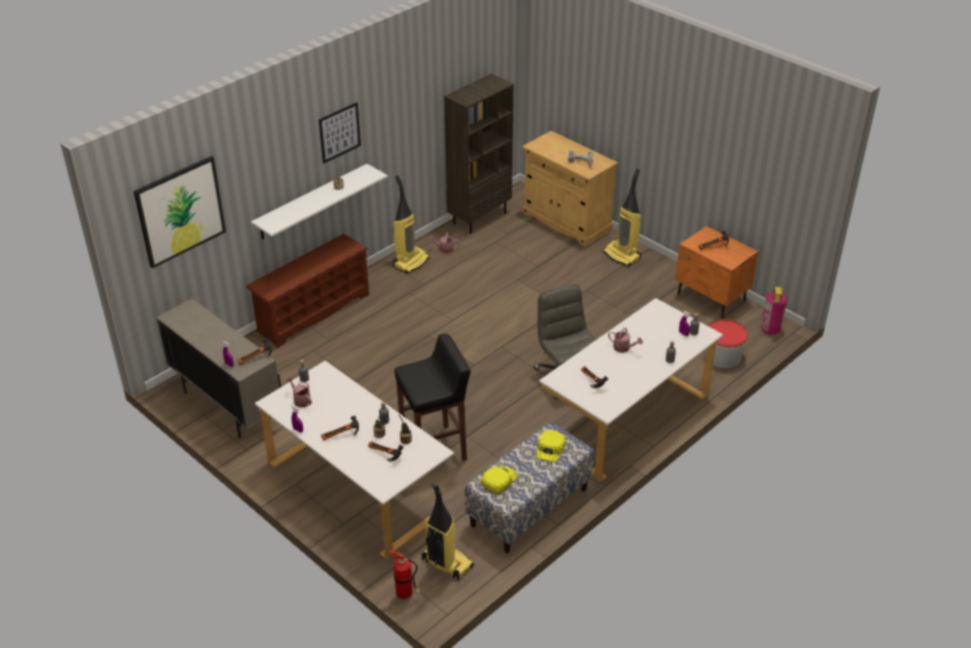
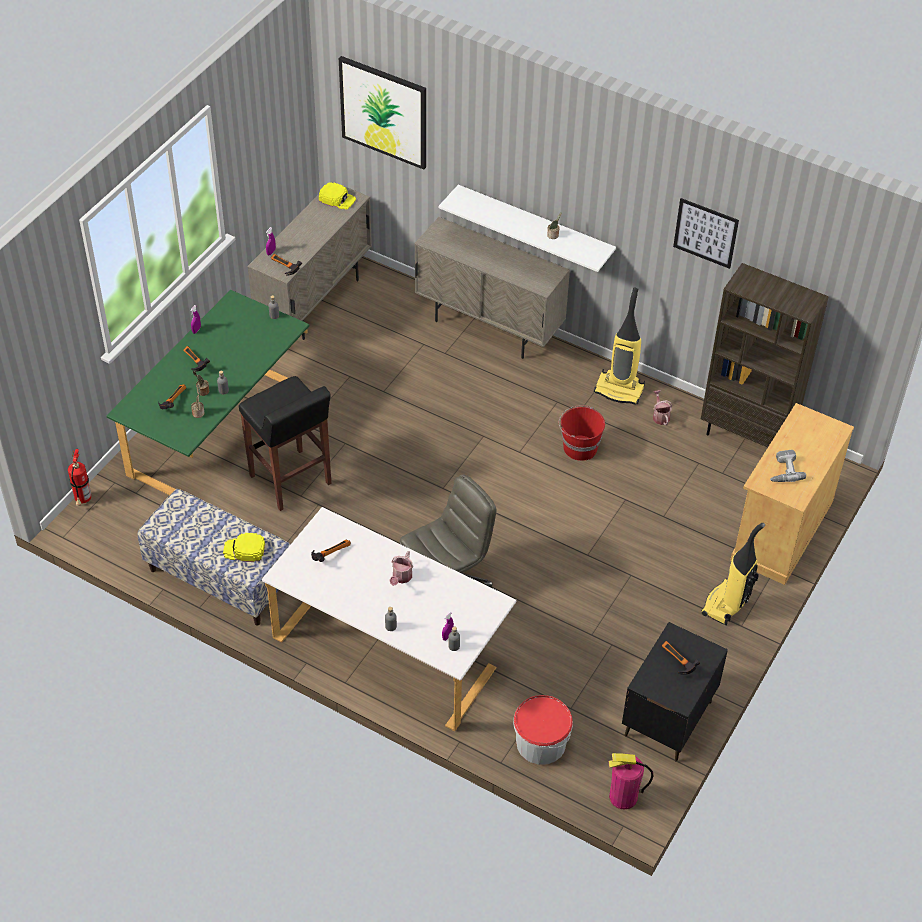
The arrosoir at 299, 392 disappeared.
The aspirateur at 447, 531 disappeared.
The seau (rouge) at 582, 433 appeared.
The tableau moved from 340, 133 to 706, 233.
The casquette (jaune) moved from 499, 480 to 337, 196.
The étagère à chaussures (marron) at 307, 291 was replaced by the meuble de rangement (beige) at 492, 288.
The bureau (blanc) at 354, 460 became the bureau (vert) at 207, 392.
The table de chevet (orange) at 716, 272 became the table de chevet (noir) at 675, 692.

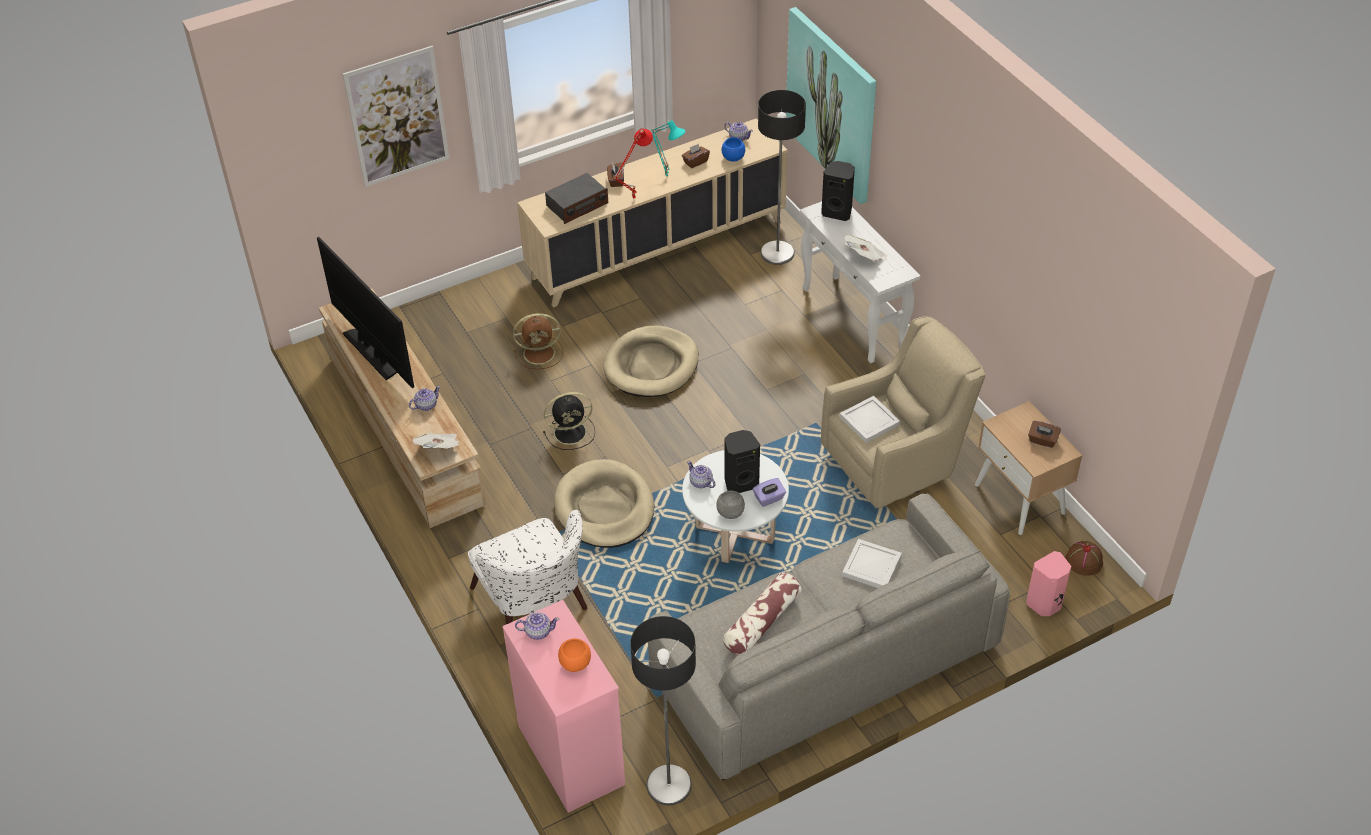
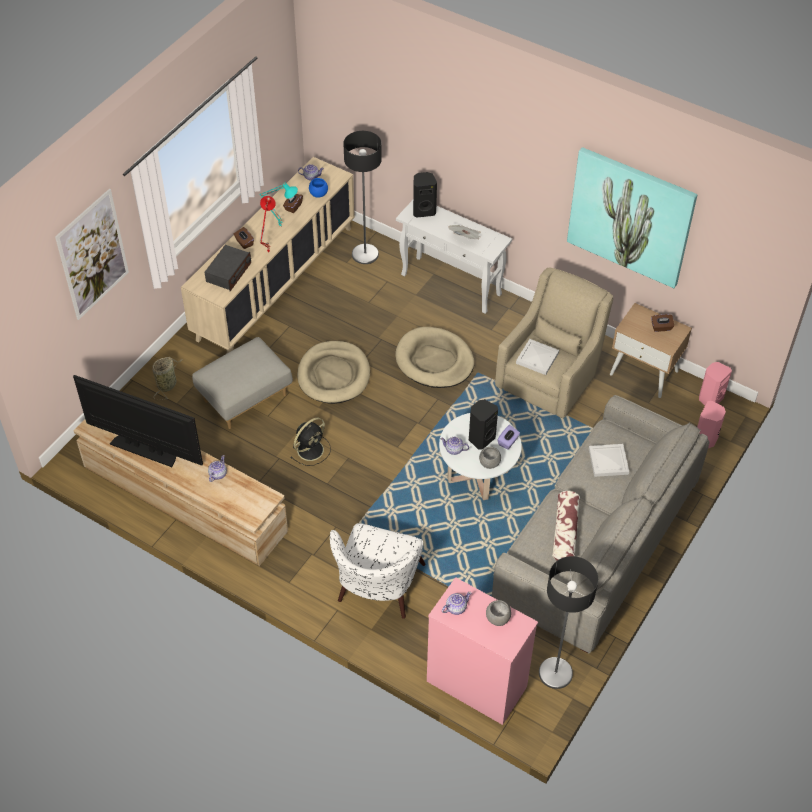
The journal at 436, 441 disappeared.
The panier at 167, 378 appeared.
The panier pour chien (beige) moved from 604, 503 to 434, 357.
The tableau moved from 831, 105 to 632, 217.
The ventilateur (marron) at 538, 341 was replaced by the pouf (gris) at 242, 383.
The chapeau (marron) at 1084, 558 was replaced by the enceinte (rose) at 715, 383.
The bol (orange) at 574, 655 became the bol (gris) at 498, 613.
The fauteuil (blanc) at 528, 567 turned 75 degrees clockwise.

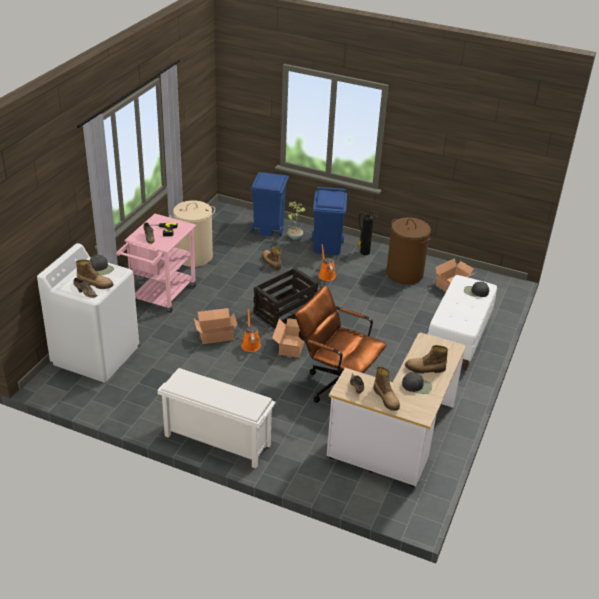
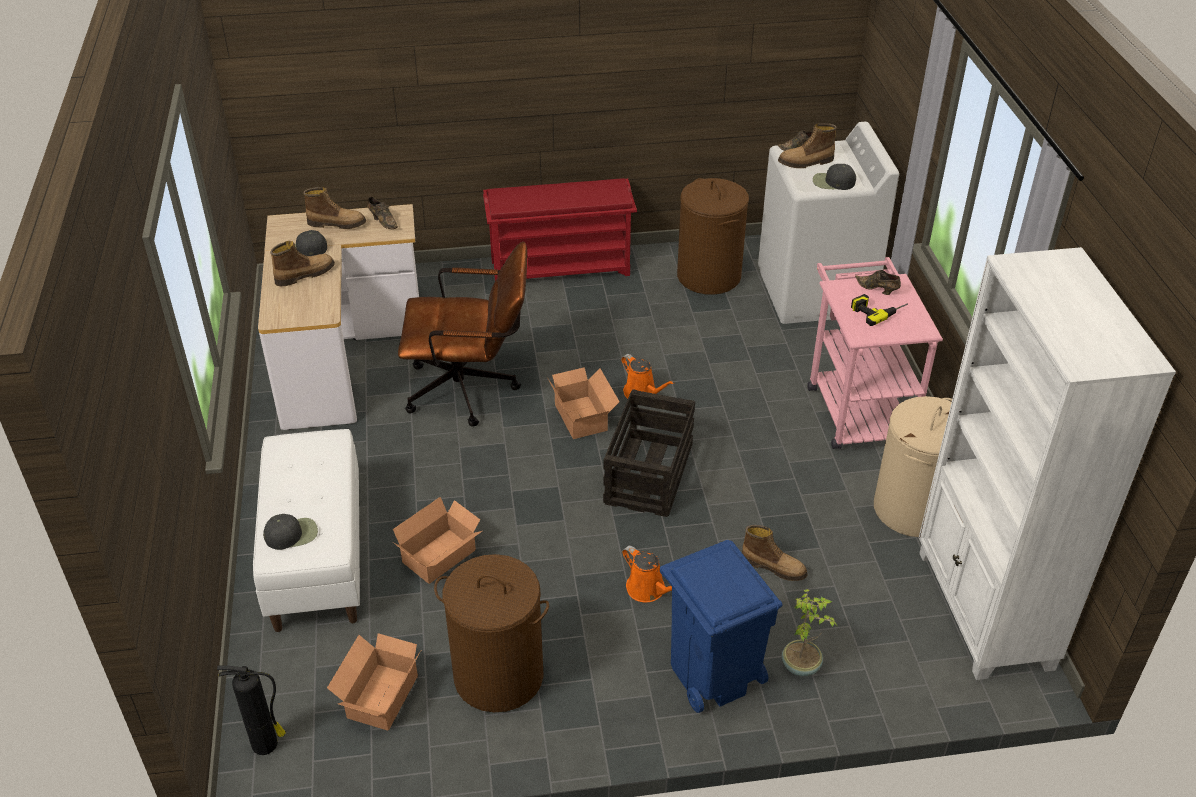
The poubelle (bleu) at 270, 204 disappeared.
The panier à linge (marron) at 713, 236 appeared.
The bibliothèque (blanc) at 1047, 463 appeared.
The carton moved from 216, 326 to 437, 540.
The extincteur moved from 368, 233 to 251, 710.
The étagère à chaussures (blanc) at 216, 418 became the étagère à chaussures (rouge) at 560, 229.
The botte at 386, 388 turned 150 degrees clockwise.

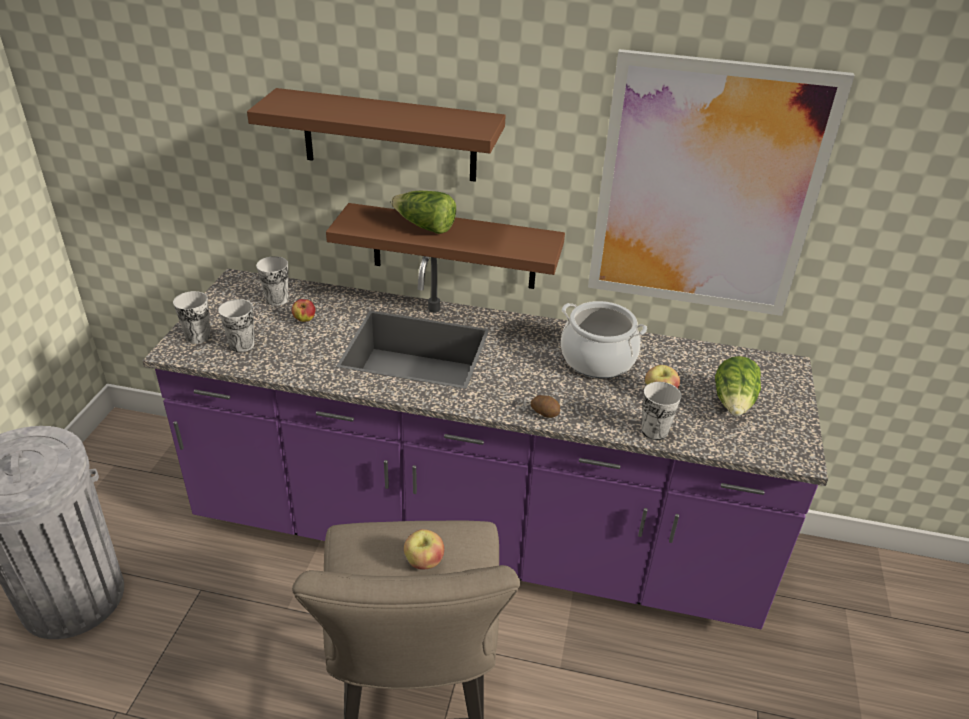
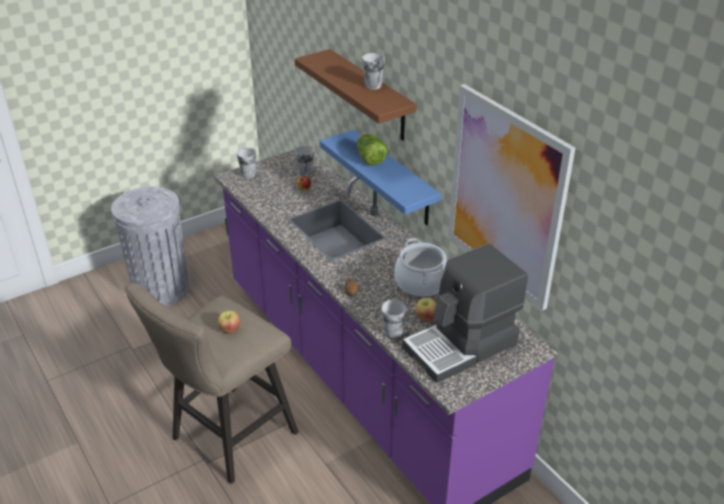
The tasse moved from 236, 325 to 373, 71.
The laitue at 738, 386 was replaced by the machine à café at 465, 313.
The étagère (marron) at 445, 246 became the étagère (bleu) at 380, 177.

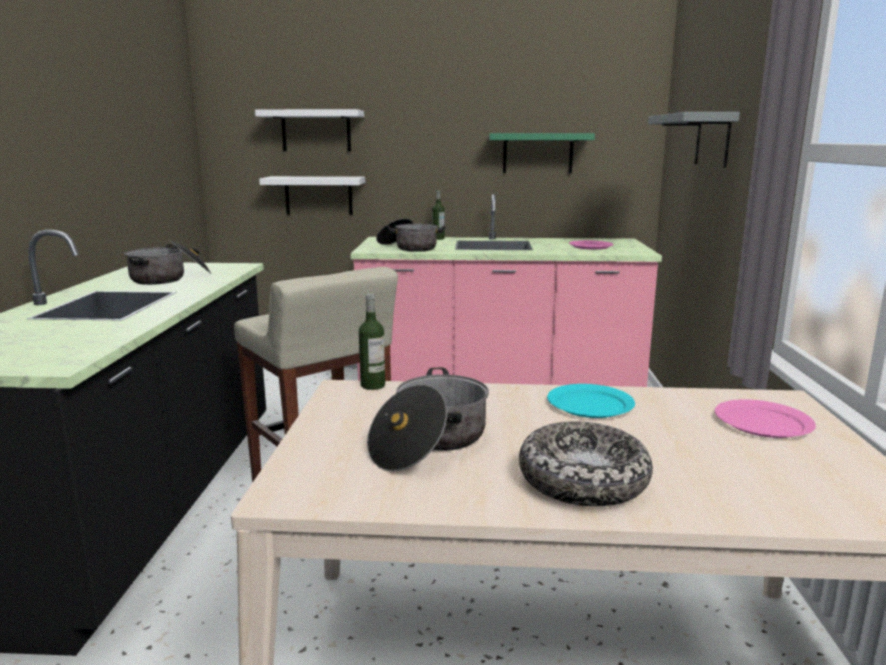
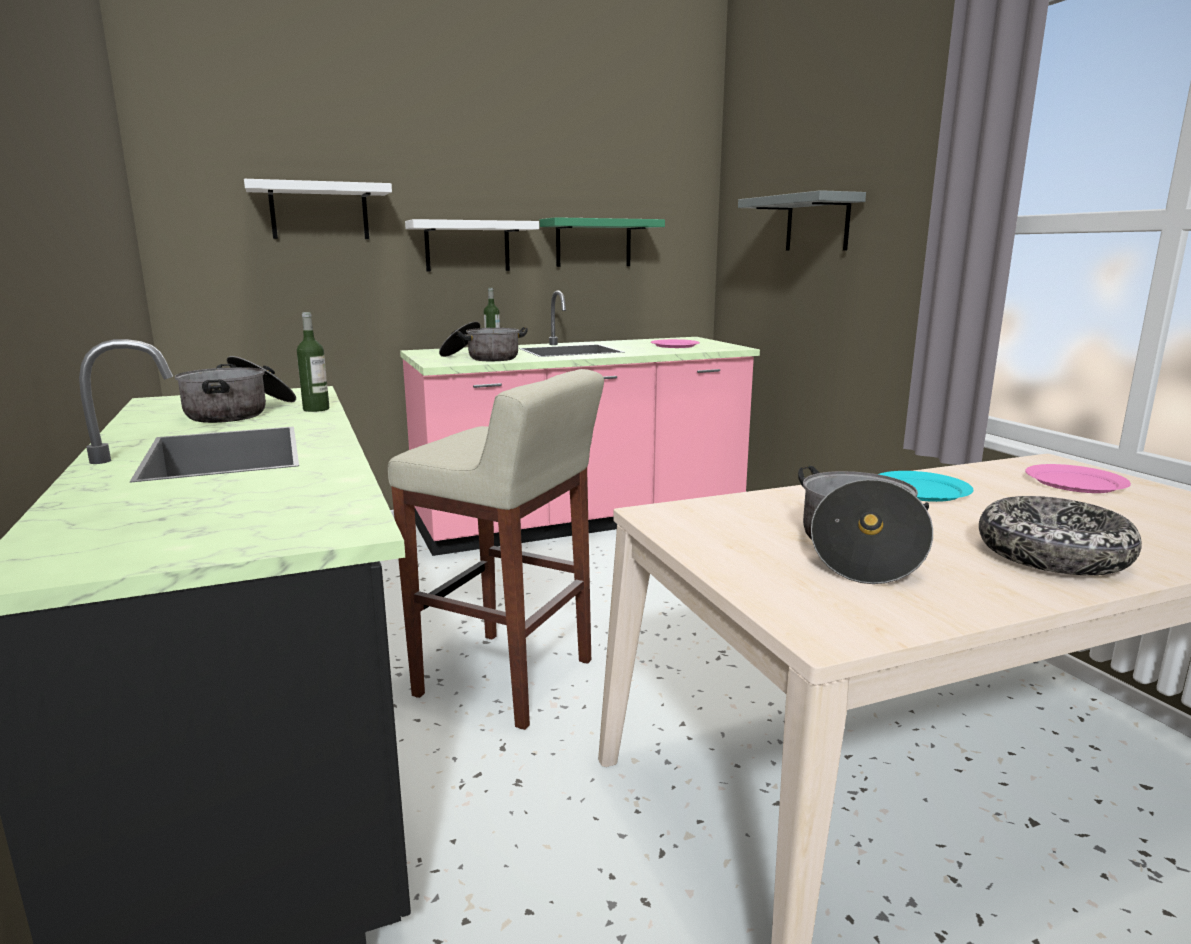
The étagère (blanc) moved from 312, 195 to 472, 245.
The bouteille moved from 372, 342 to 313, 362.

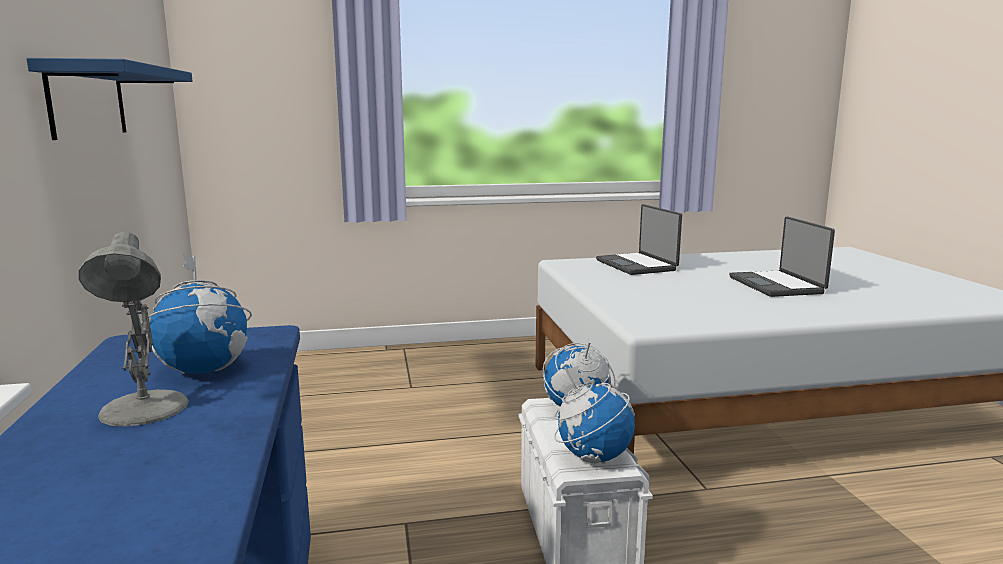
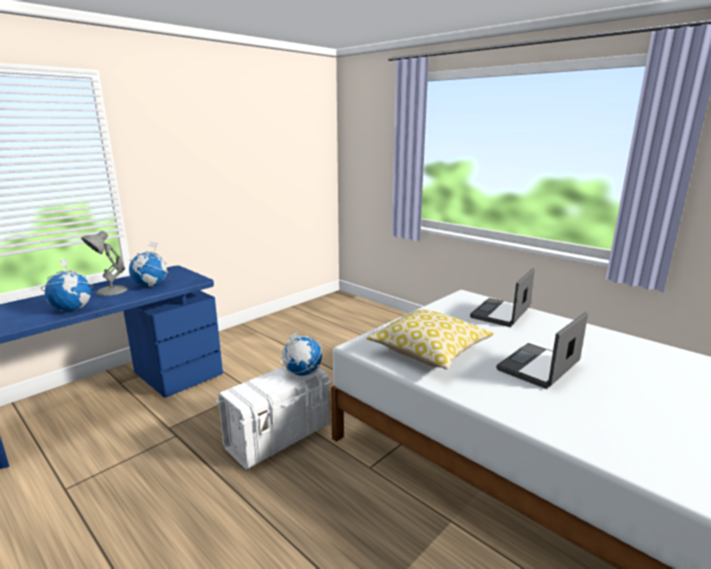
The étagère (bleu) at 109, 99 disappeared.
The coussin at 430, 339 appeared.
The globe moved from 594, 415 to 67, 285.

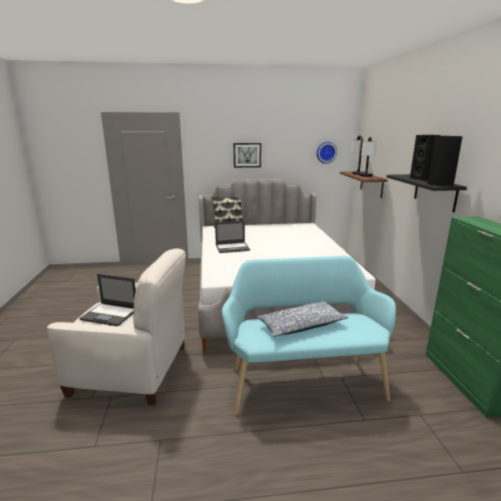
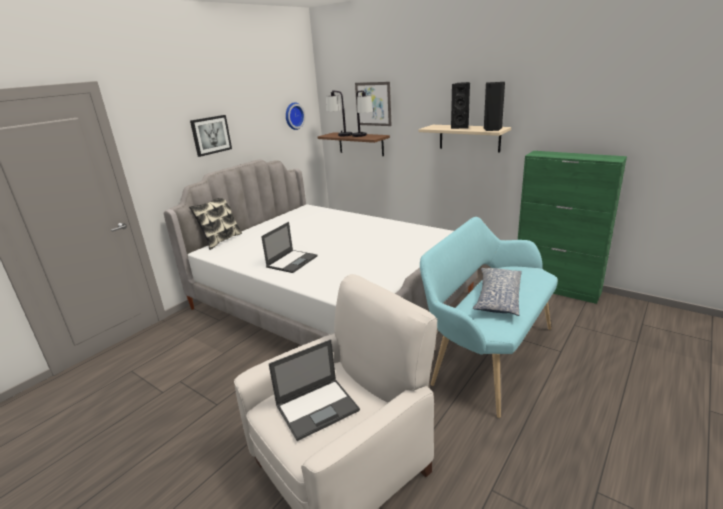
The tableau at 373, 104 appeared.
The étagère (noir) at 427, 193 became the étagère (beige) at 464, 139.

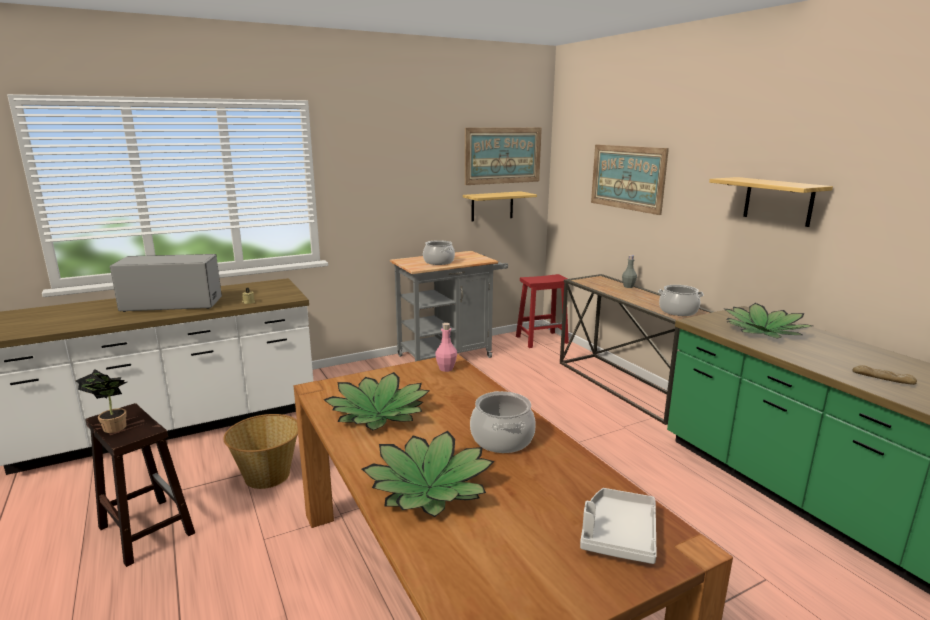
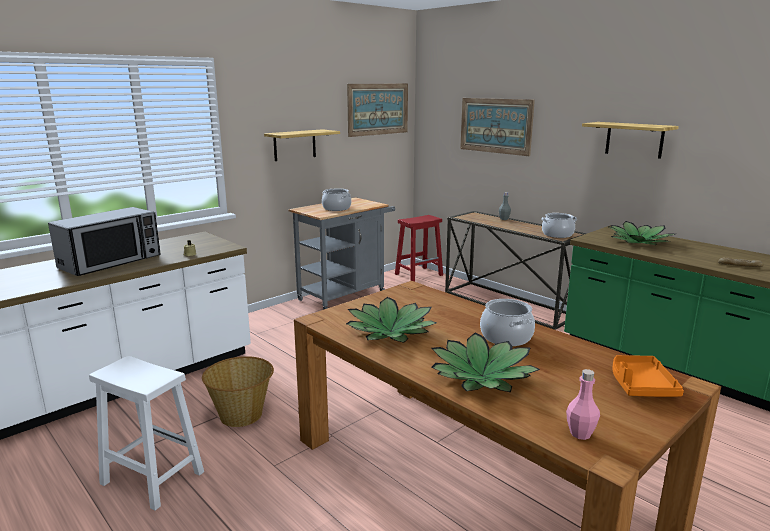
The plante en pot at 101, 401 disappeared.
The bouteille (rose) moved from 446, 347 to 583, 404.
The étagère moved from 500, 206 to 302, 145.
The tabouret (marron) at 140, 485 became the tabouret (blanc) at 146, 433.
The plateau (gris) at 618, 526 became the plateau (orange) at 648, 376.
The micro-ondes at 166, 283 turned 150 degrees clockwise.

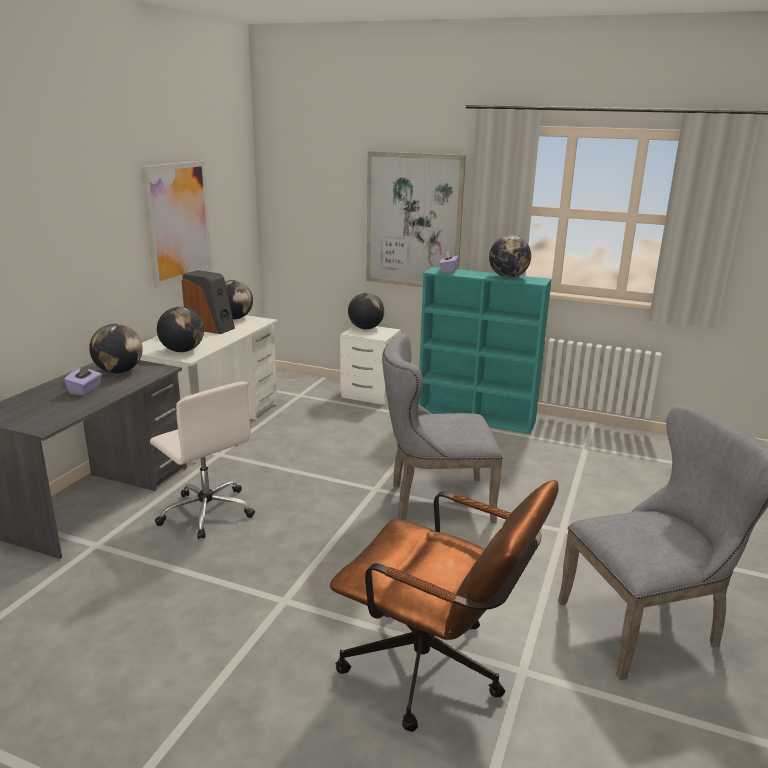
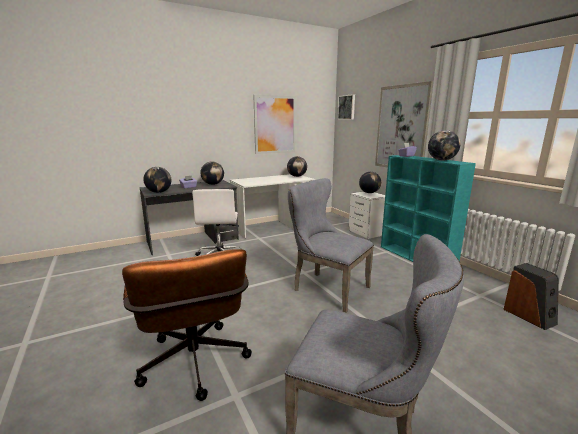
The tableau at 346, 107 appeared.
The globe moved from 180, 329 to 157, 180.
The enceinte moved from 208, 302 to 531, 296.

